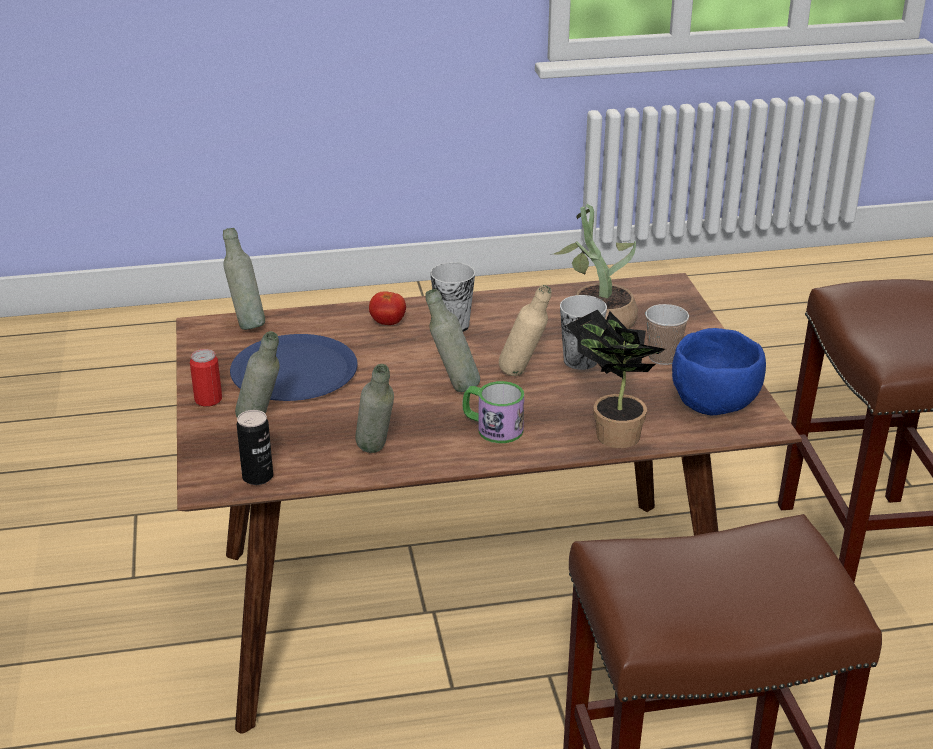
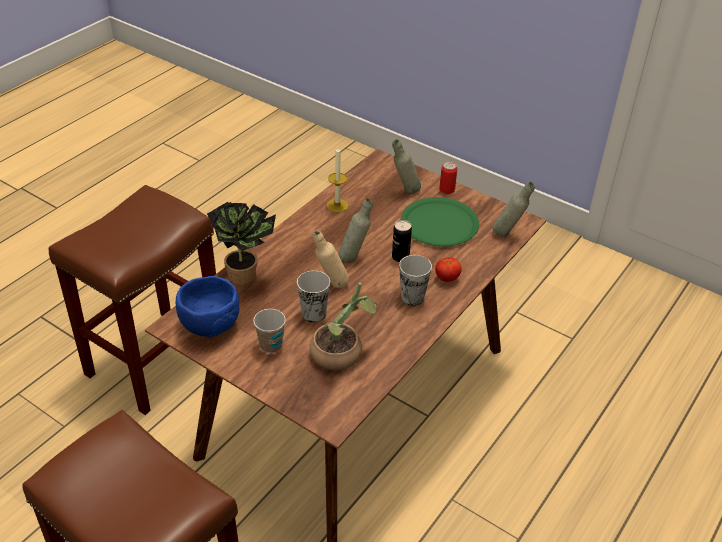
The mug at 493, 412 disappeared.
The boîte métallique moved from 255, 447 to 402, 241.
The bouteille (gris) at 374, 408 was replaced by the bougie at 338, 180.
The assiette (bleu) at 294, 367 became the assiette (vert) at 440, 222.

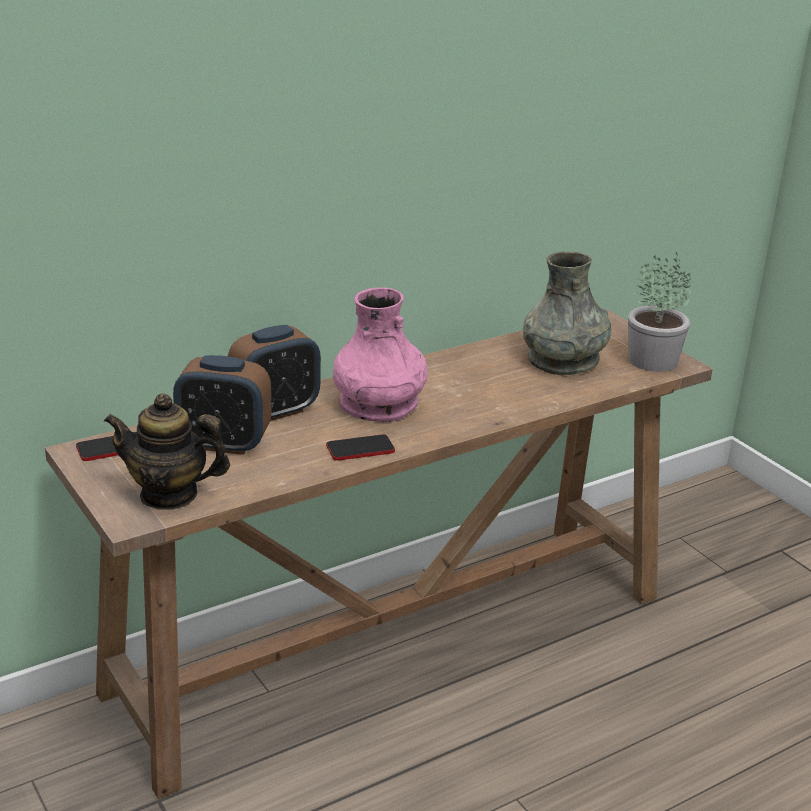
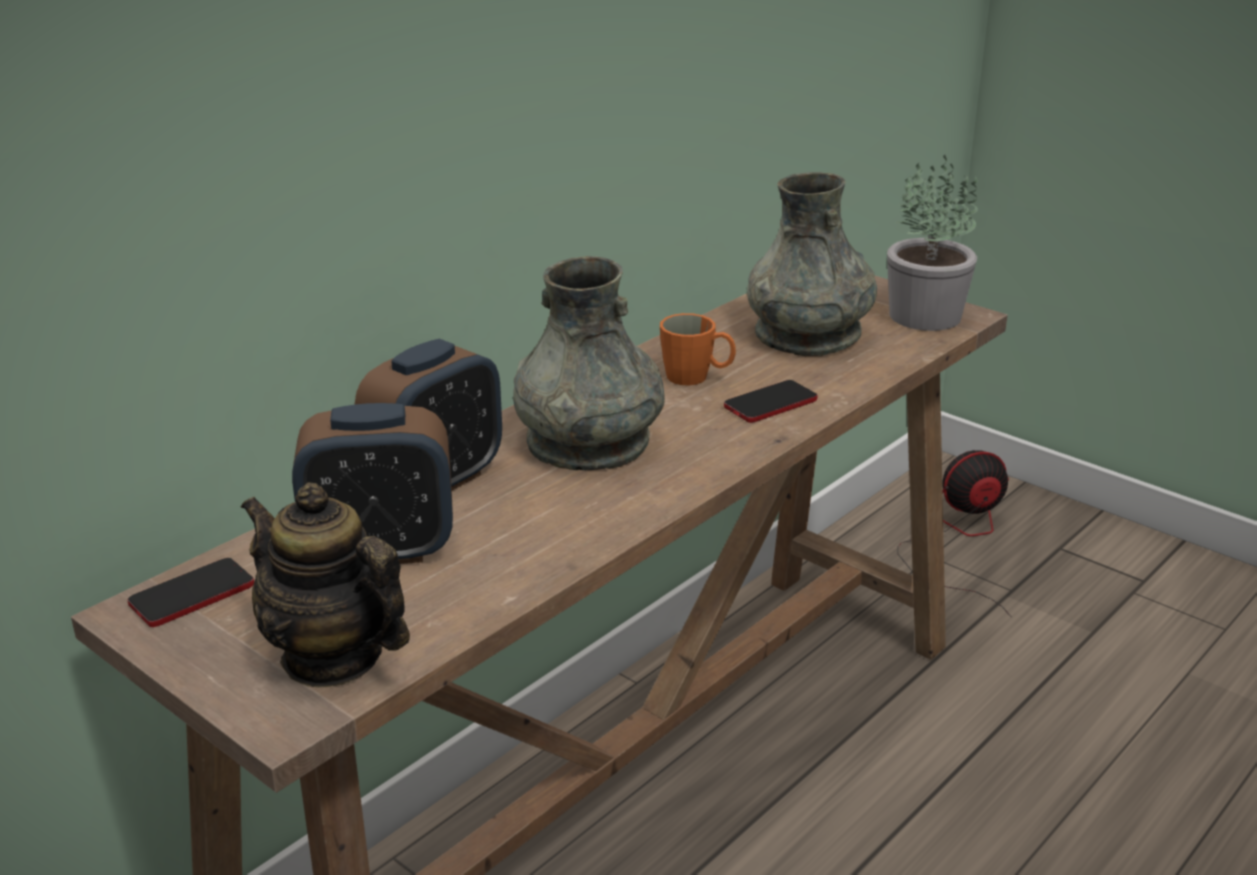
The mug (orange) at 698, 349 appeared.
The ventilateur at 954, 533 appeared.
The téléphone moved from 360, 447 to 770, 401.
The vase (rose) at 380, 354 became the vase (gris) at 589, 363.
The théière at 167, 451 turned 45 degrees clockwise.

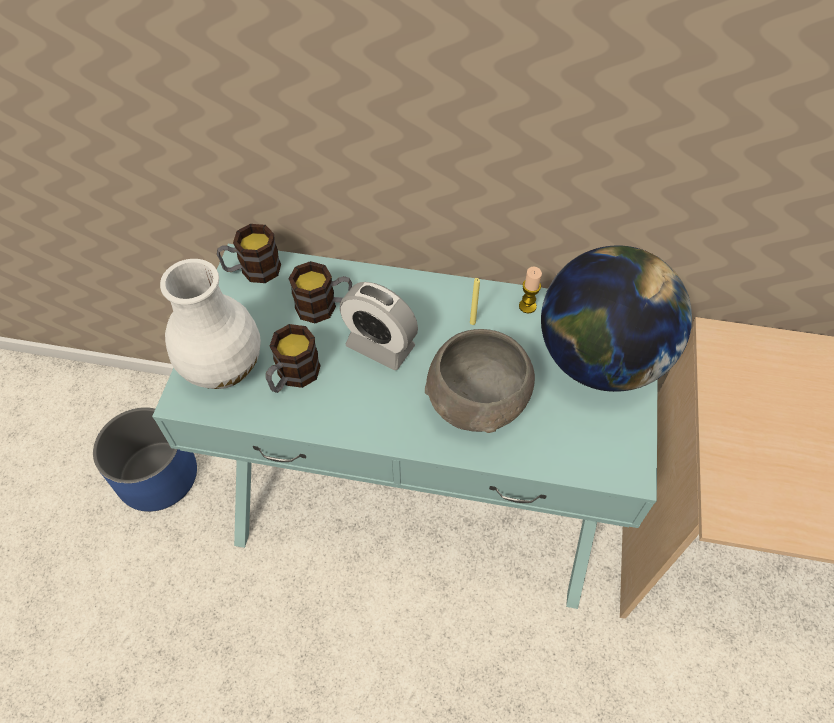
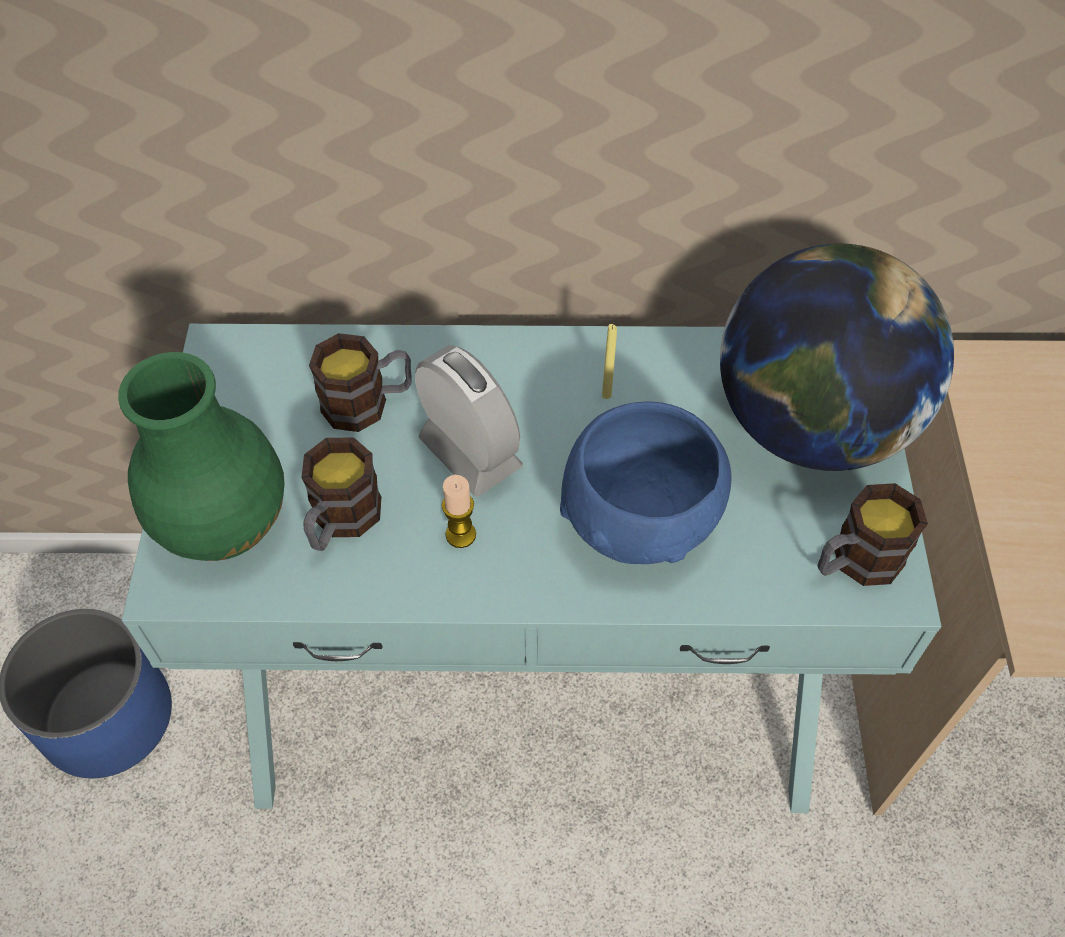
The mug moved from 249, 253 to 872, 534.
The bougie moved from 530, 290 to 459, 511.
The vase (blanc) at 210, 324 became the vase (vert) at 201, 456.
The bol (gris) at 480, 381 became the bol (bleu) at 646, 483.
The réveil at 379, 326 turned 150 degrees counterclockwise.

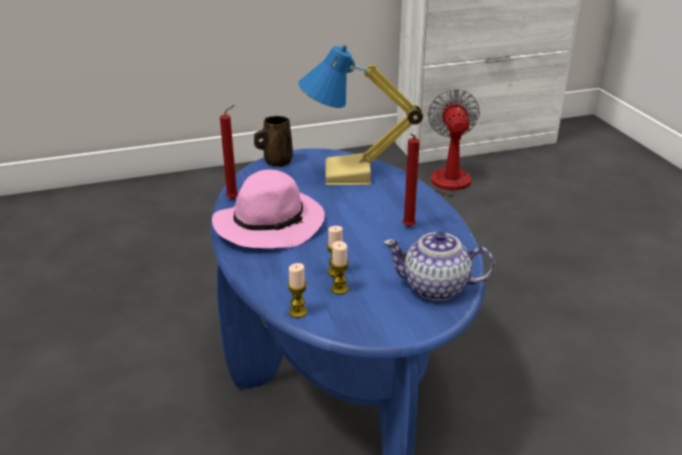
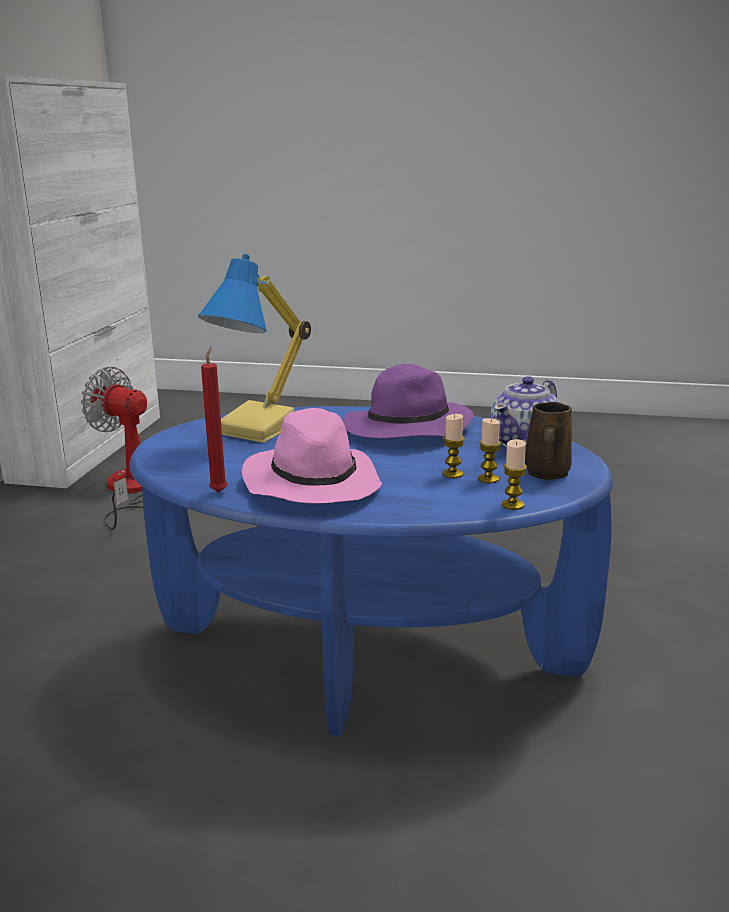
The mug (marron) moved from 273, 141 to 548, 441.
The bougie (rouge) at 411, 180 was replaced by the chapeau (violet) at 408, 401.

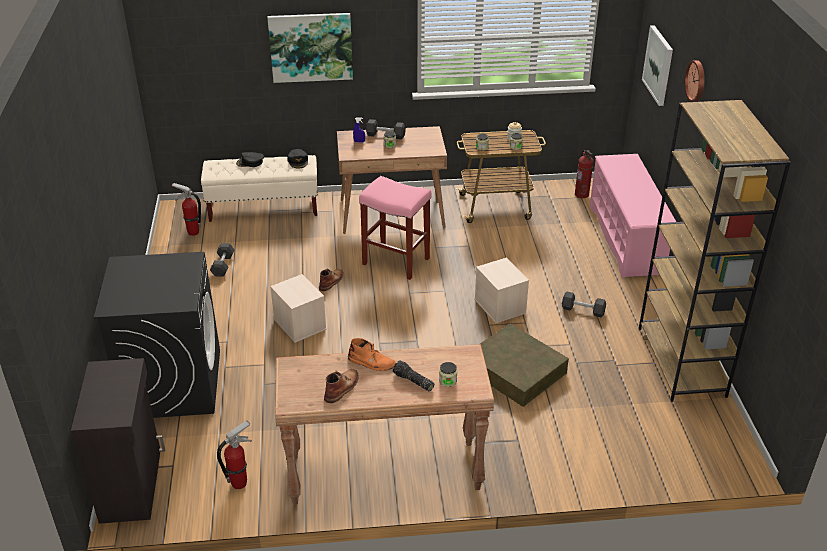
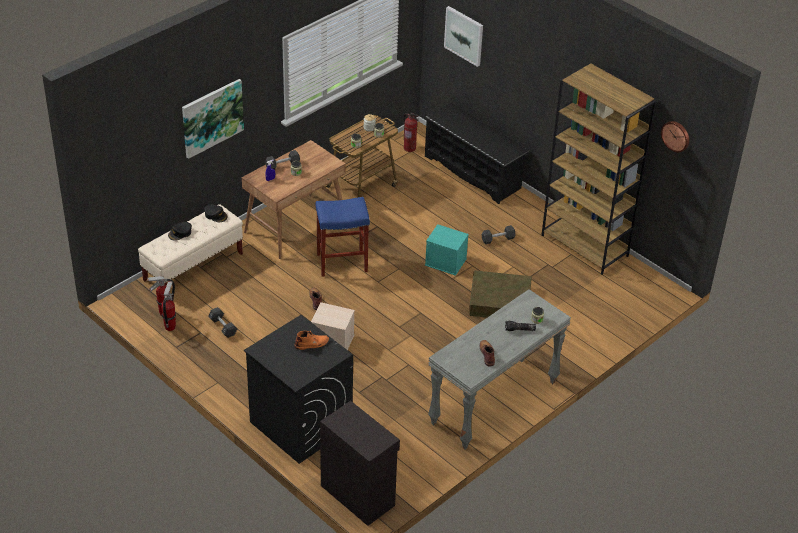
The extincteur moved from 234, 454 to 168, 306.
The botte (orange) moved from 372, 354 to 312, 340.
The horloge murale moved from 695, 81 to 675, 136.
The table console (marron) at 384, 424 became the table console (gris) at 499, 369.
The tabouret (rose) at 395, 228 became the tabouret (bleu) at 342, 237.
The boîte de rangement (beige) at 502, 290 became the boîte de rangement (turquoise) at 447, 250.
The étagère à chaussures (rose) at 633, 216 became the étagère à chaussures (noir) at 477, 153.

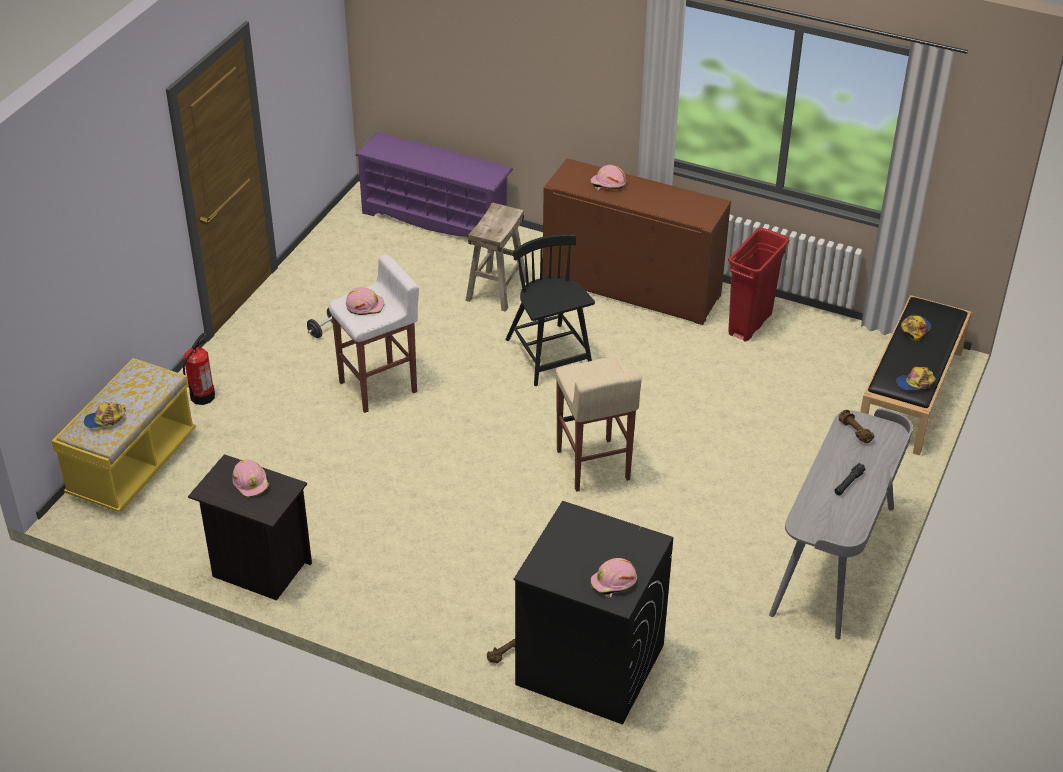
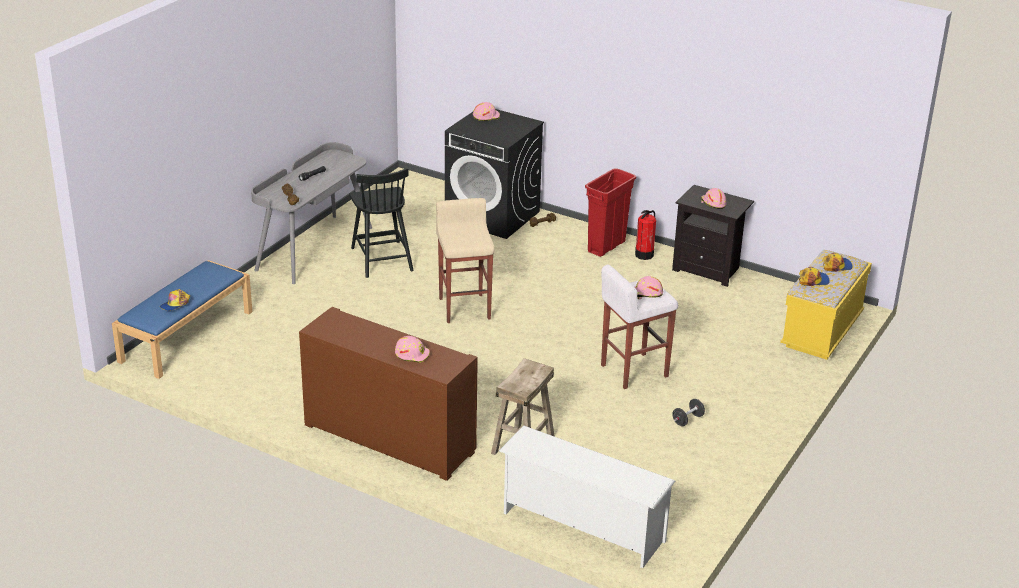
The extincteur moved from 199, 369 to 645, 235.
The chaise (noir) moved from 550, 310 to 381, 223.
The poubelle (rouge) moved from 758, 285 to 610, 212.
The casquette moved from 916, 378 to 814, 276.
The étagère à chaussures (violet) at 434, 190 became the étagère à chaussures (blanc) at 587, 497.
The banc (noir) at 915, 375 became the banc (bleu) at 182, 319.

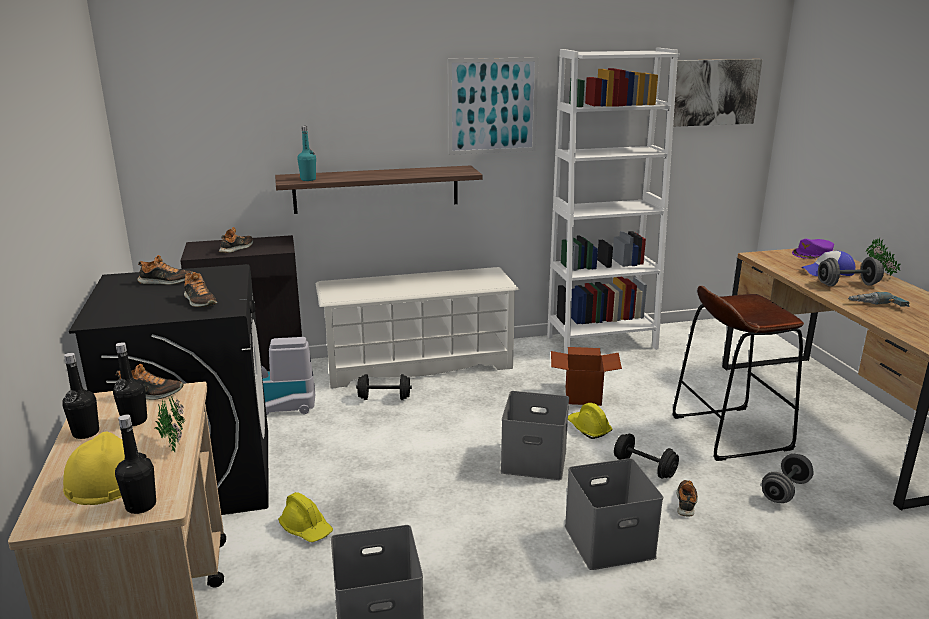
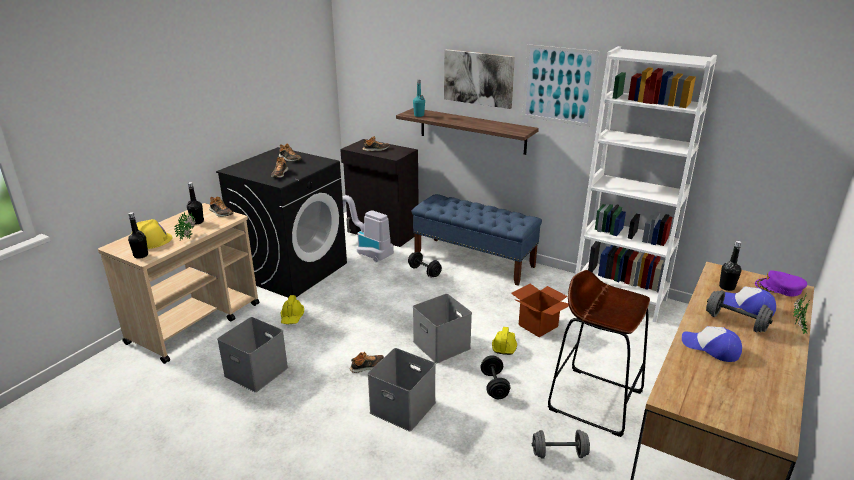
The bouteille (noir) moved from 81, 396 to 730, 266.
The tableau moved from 717, 93 to 479, 79.
The chaussure moved from 687, 498 to 367, 362.
The étagère à chaussures (blanc) at 418, 328 was replaced by the banc (bleu) at 477, 240.
The perceuse at 878, 299 was replaced by the casquette at 712, 344.

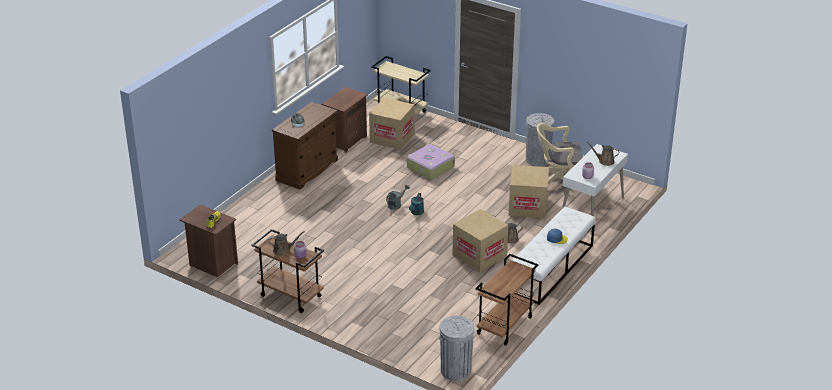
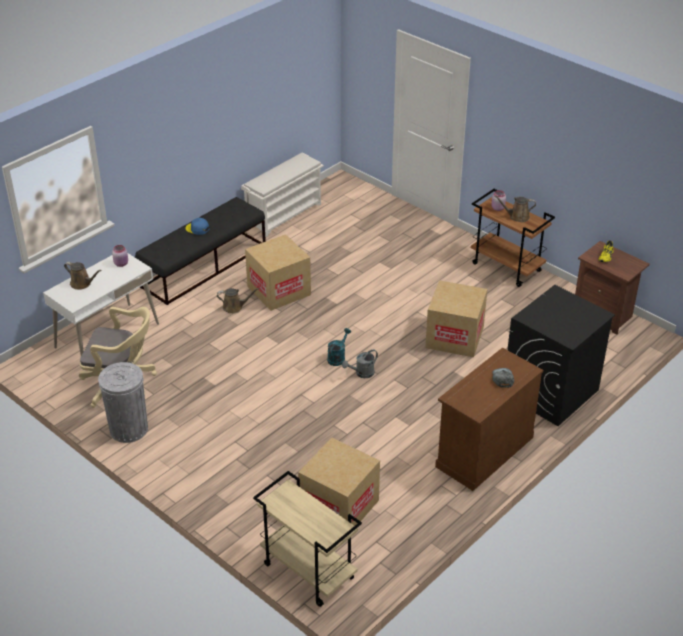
The table de chevet (marron) at 345, 120 disappeared.
The valise at 431, 161 disappeared.
The poubelle (gris) at 457, 348 disappeared.
The lave-linge (noir) at 561, 355 appeared.
The carton moved from 529, 191 to 456, 318.
The chariot (marron) at 506, 299 was replaced by the étagère à chaussures (blanc) at 282, 195.
The banc (blanc) at 554, 256 became the banc (noir) at 200, 251.

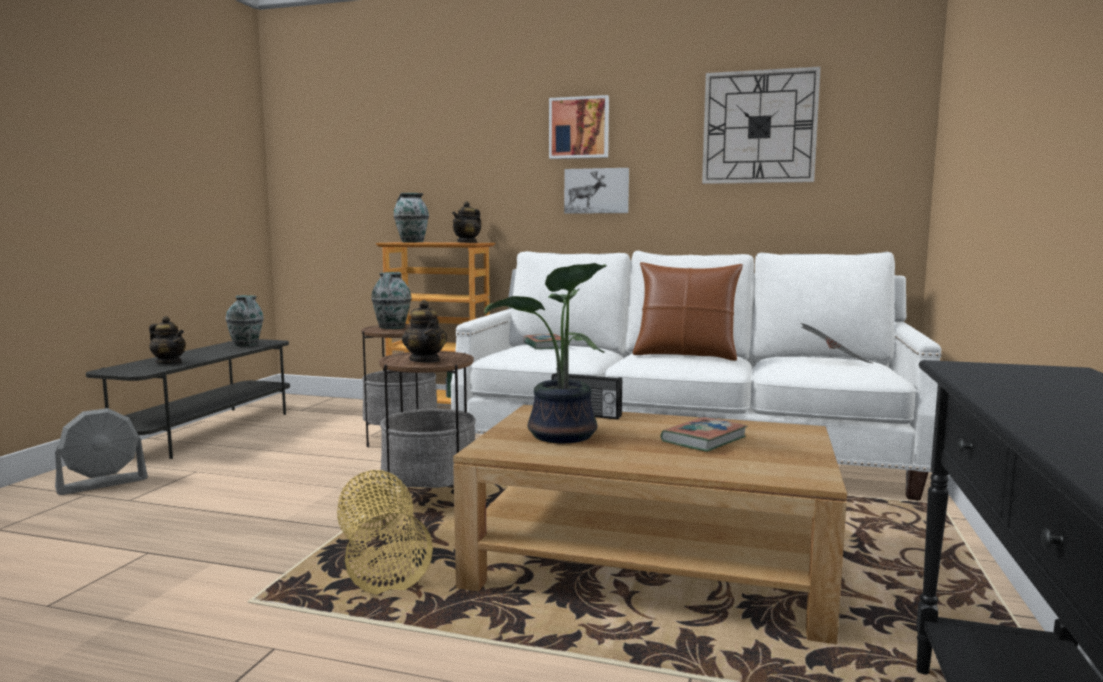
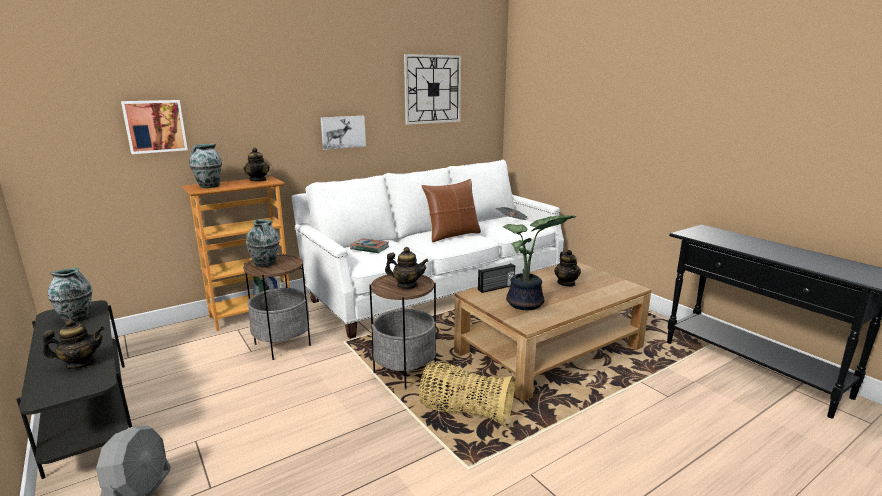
The tableau moved from 579, 127 to 154, 127.
The livre at 704, 434 was replaced by the théière at 567, 268.

